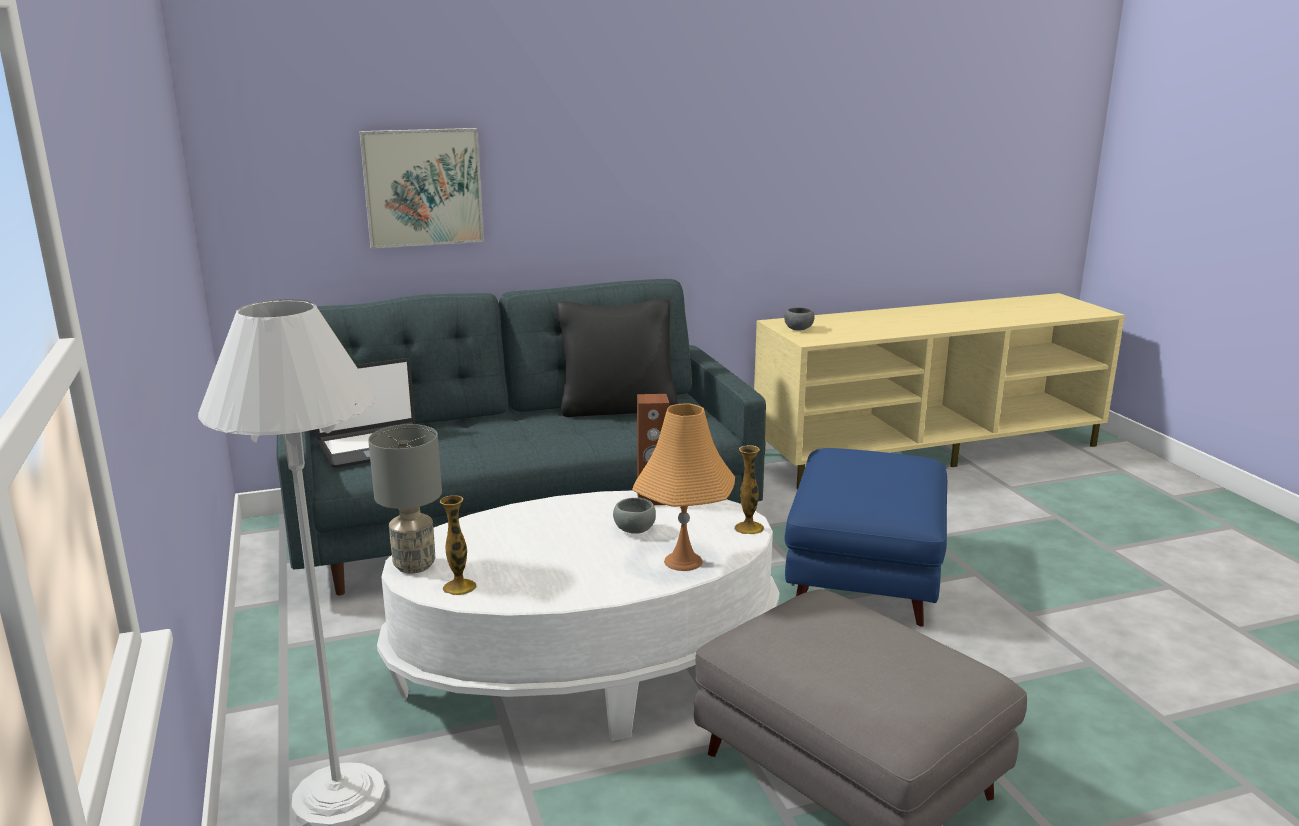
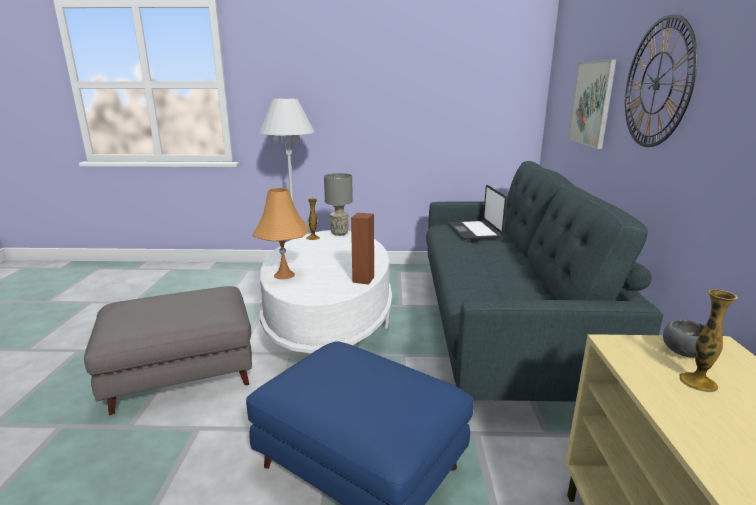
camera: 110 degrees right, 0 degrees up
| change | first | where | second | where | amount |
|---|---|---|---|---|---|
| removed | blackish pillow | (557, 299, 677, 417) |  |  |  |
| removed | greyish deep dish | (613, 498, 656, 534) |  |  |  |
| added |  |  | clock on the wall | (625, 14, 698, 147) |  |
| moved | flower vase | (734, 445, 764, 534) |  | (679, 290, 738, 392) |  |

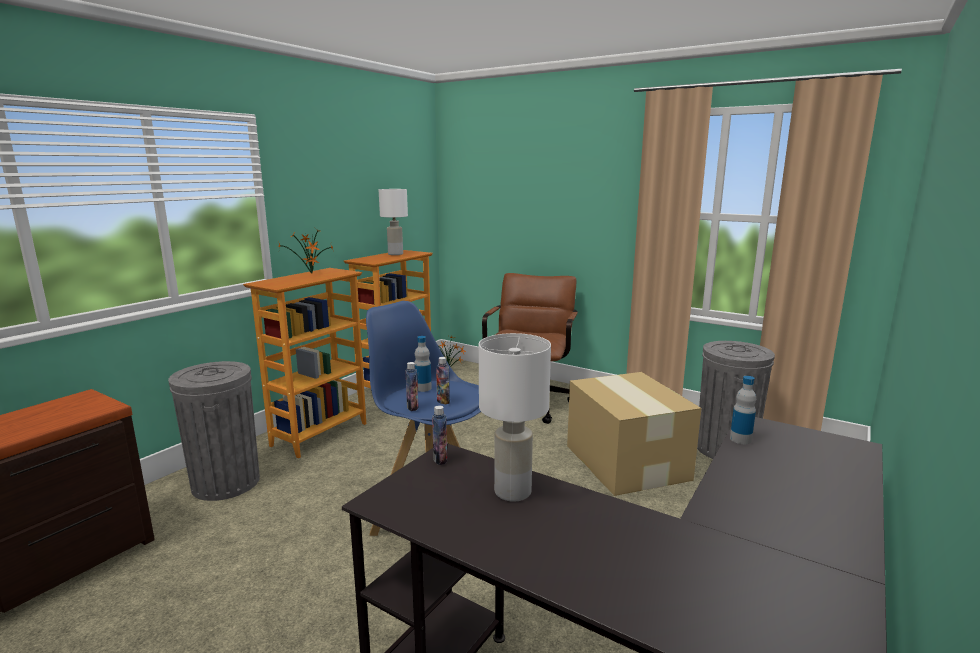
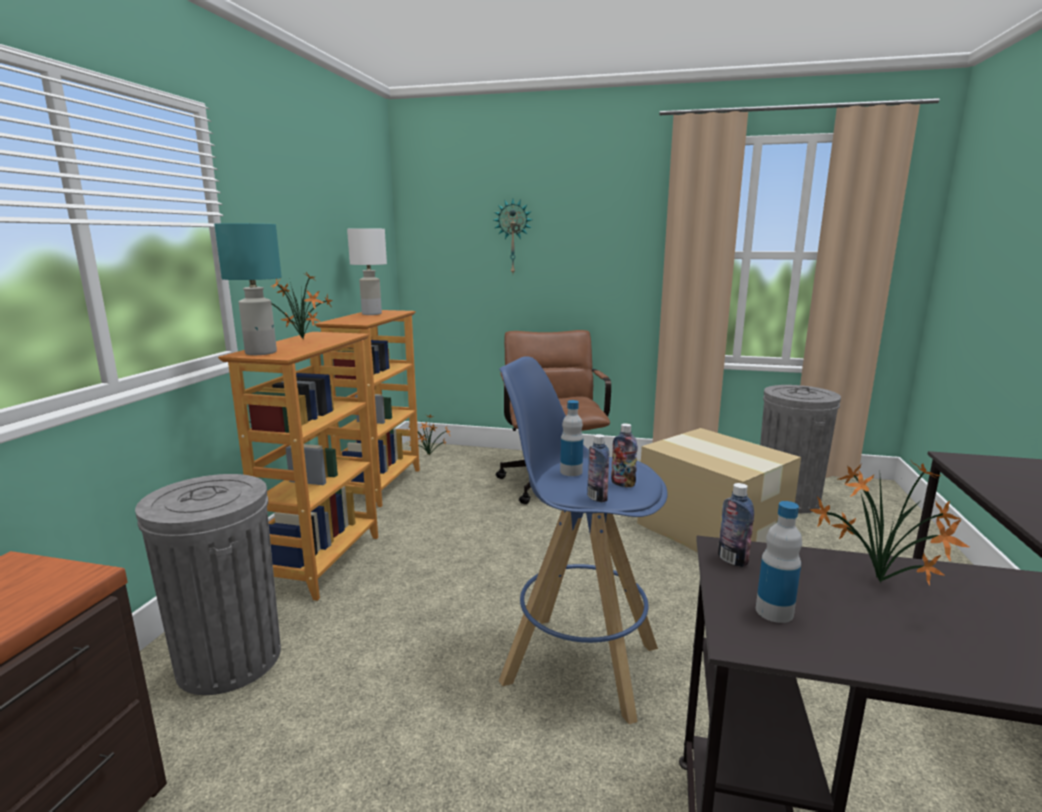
camera: 20 degrees left, 0 degrees up
| change | first | where | second | where | amount |
|---|---|---|---|---|---|
| added |  |  | blue-green table lamp | (214, 223, 282, 355) |  |
| added |  |  | clock on the wall | (494, 199, 533, 273) |  |
| moved | drink bottle | (730, 376, 756, 444) |  | (756, 501, 802, 623) |  |
| replaced | whitish table lamp | (479, 333, 551, 502) | houseplant | (810, 462, 969, 586) |  |

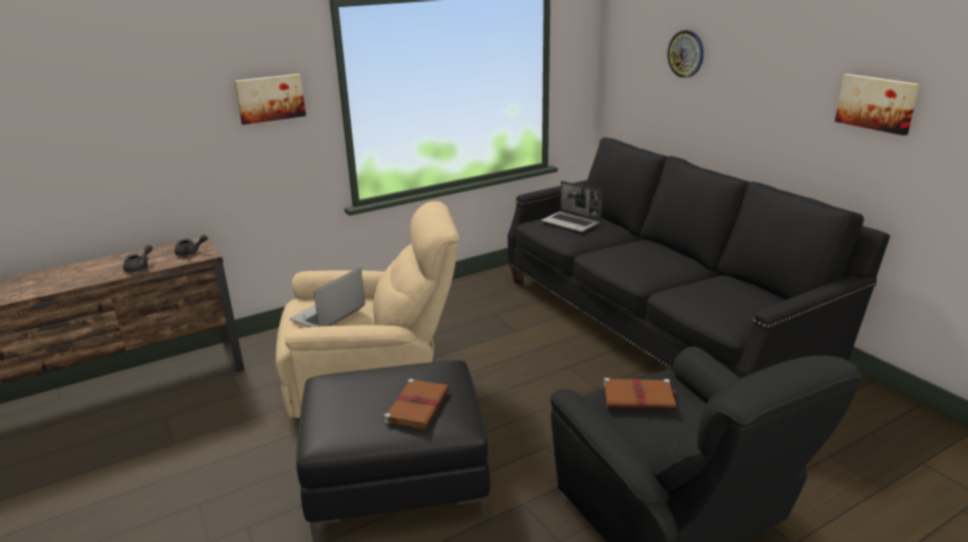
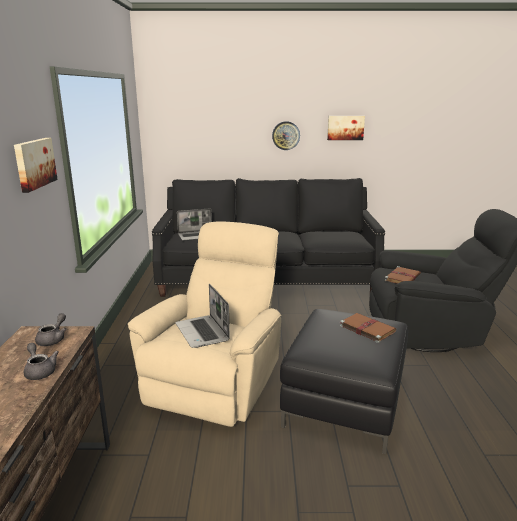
camera: 60 degrees left, 5 degrees down
| change | first | where | second | where | amount |
|---|---|---|---|---|---|
| moved | clock on the wall | (667, 30, 704, 78) |  | (272, 121, 300, 150) |  |

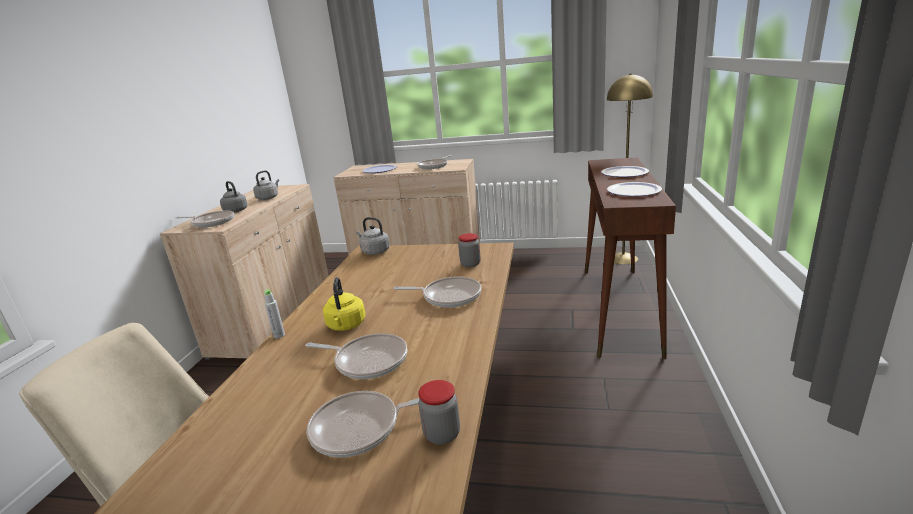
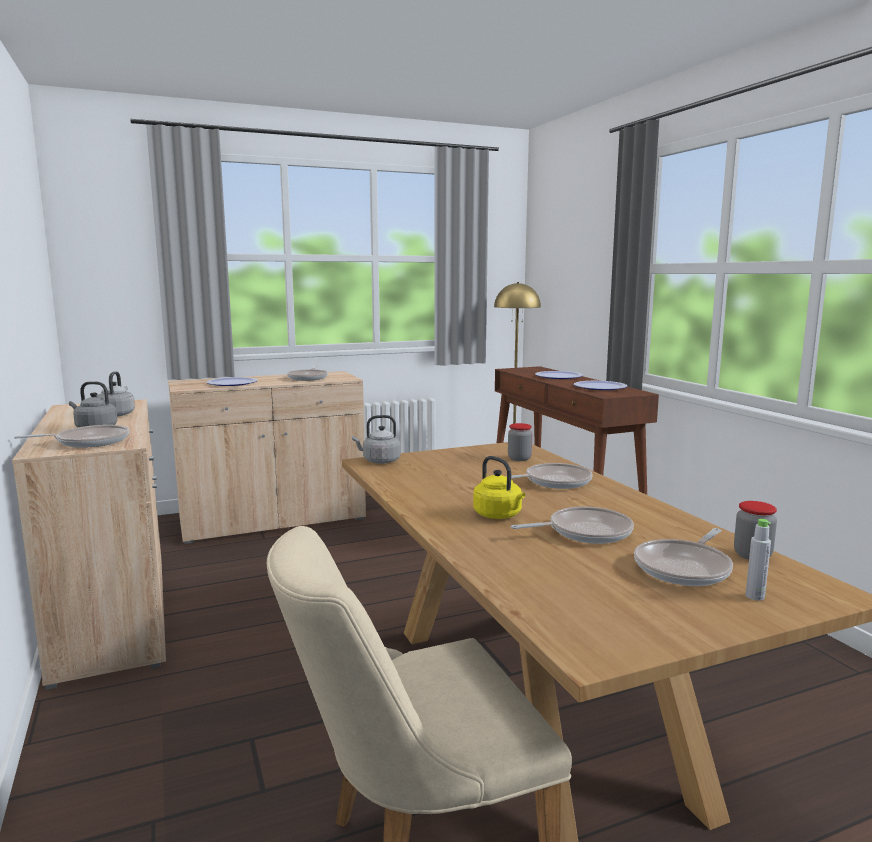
camera: 35 degrees left, 10 degrees down
| change | first | where | second | where | amount |
|---|---|---|---|---|---|
| moved | greyish drink bottle | (264, 289, 285, 338) |  | (746, 519, 771, 600) |  |

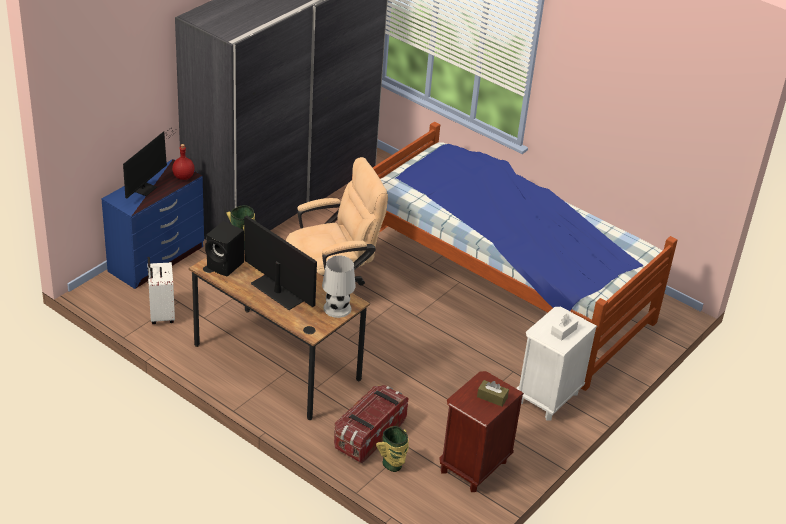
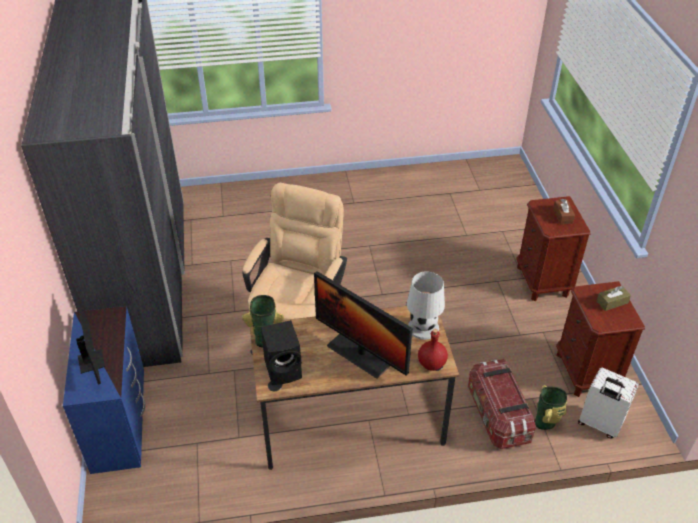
camera: 45 degrees left, 5 degrees up
| change | first | where | second | where | amount |
|---|---|---|---|---|---|
| removed | sleeping bed | (373, 122, 678, 391) |  |  |  |
| moved | whitish piece of luggage | (147, 257, 175, 324) |  | (578, 367, 639, 438) |  |
| moved | reddish drink bottle | (172, 144, 195, 180) |  | (418, 329, 448, 371) |  |
| recoloured | whitish bedside table | (516, 307, 597, 421) | brownish bedside table | (516, 196, 591, 301) |  |
| recoloured | whitish tissue holder | (551, 314, 578, 341) | brownish tissue holder | (553, 199, 575, 225) |  |
| turned | monitor | (244, 216, 317, 310) |  | (314, 271, 412, 379) | 135 degrees counterclockwise |

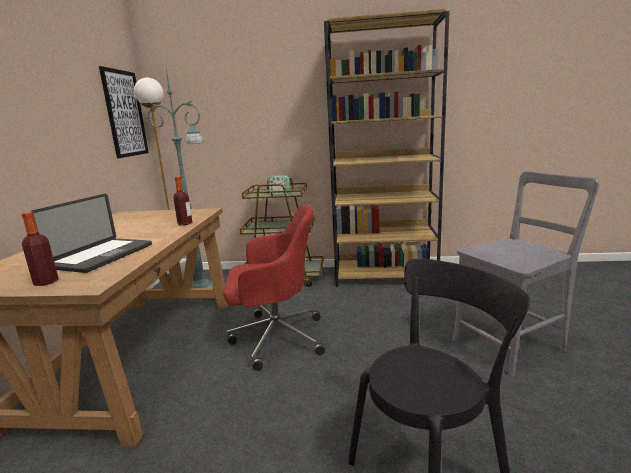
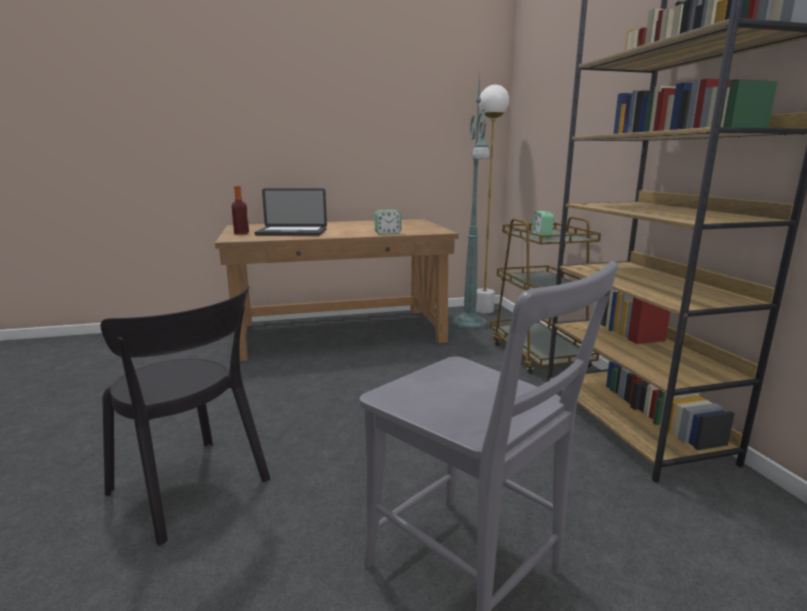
camera: 70 degrees right, 0 degrees up
| change | first | where | second | where | amount |
|---|---|---|---|---|---|
| removed | wall art | (99, 66, 149, 158) |  |  |  |
| removed | reddish computer chair | (224, 205, 325, 371) |  |  |  |
| replaced | drink bottle | (173, 176, 192, 225) | alarm clock | (374, 210, 401, 235) |  |

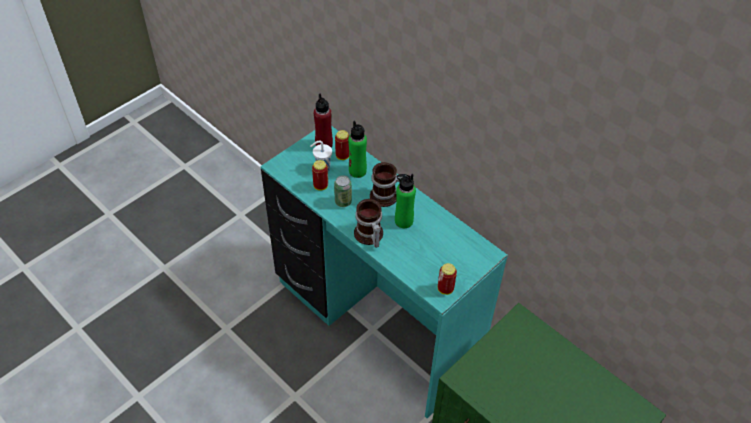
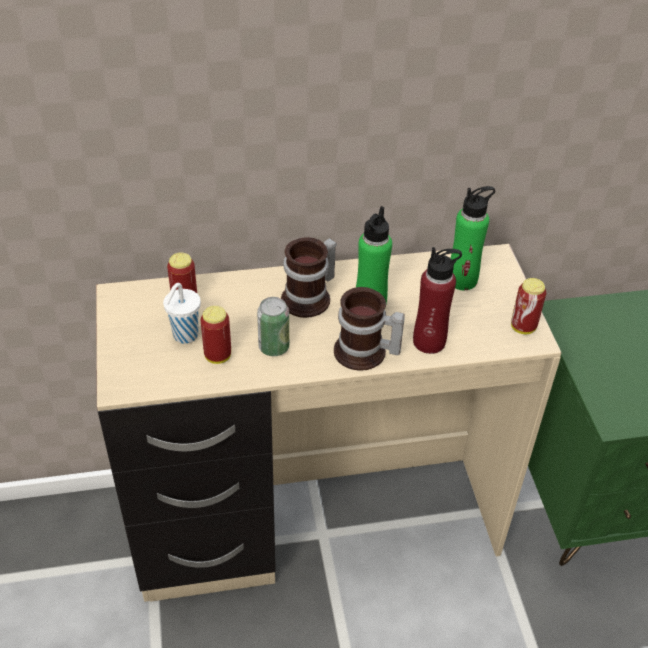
camera: 55 degrees left, 5 degrees down
| change | first | where | second | where | amount |
|---|---|---|---|---|---|
| moved | reddish drink bottle | (314, 94, 333, 148) |  | (413, 247, 462, 354) |  |
| moved | greenish drink bottle | (348, 121, 367, 178) |  | (451, 186, 495, 290) |  |
| recoloured | blue-green desk | (260, 126, 508, 418) | sand-coloured desk | (96, 244, 561, 602) |  |

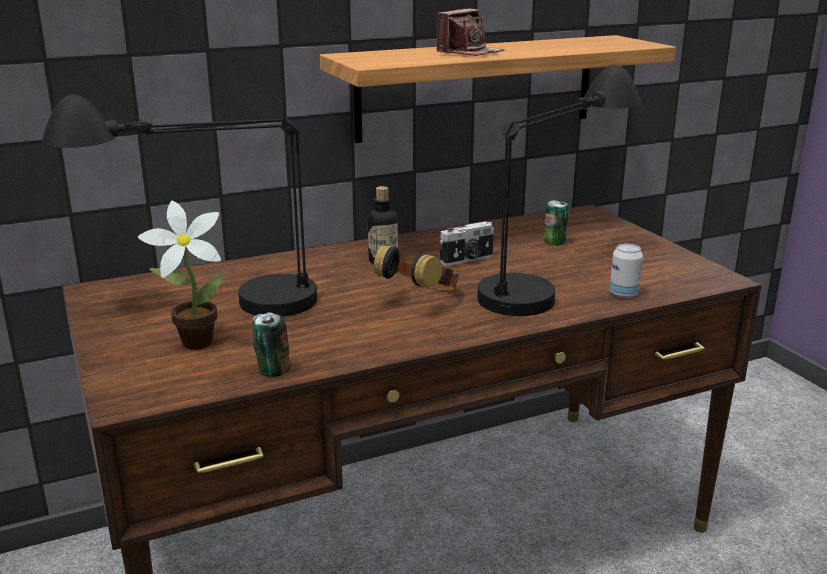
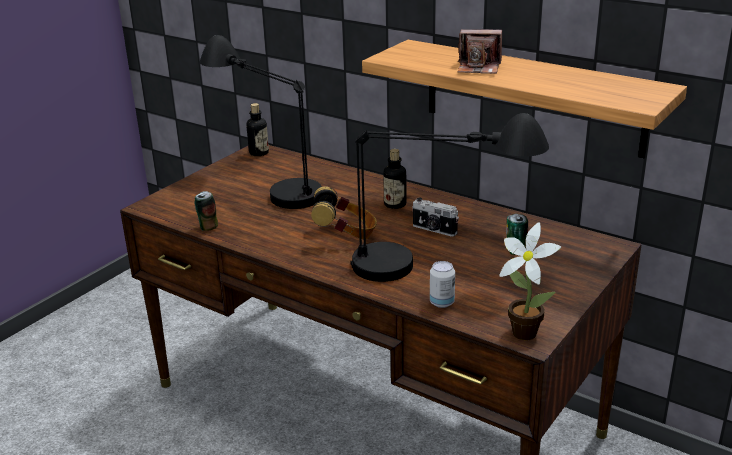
camera: 60 degrees right, 5 degrees up
| change | first | where | second | where | amount |
|---|---|---|---|---|---|
| added |  |  | drink bottle | (246, 103, 269, 156) |  |
| moved | houseplant | (138, 201, 225, 350) |  | (499, 222, 561, 340) |  |

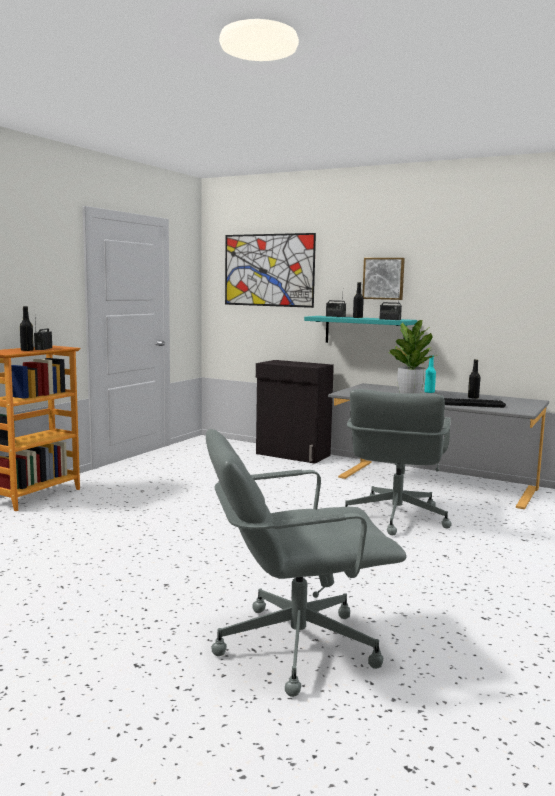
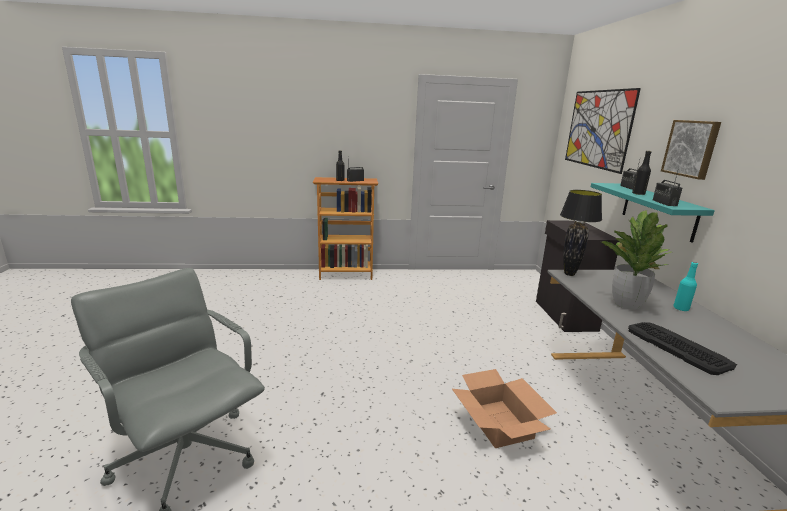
camera: 55 degrees right, 10 degrees up
| change | first | where | second | where | amount |
|---|---|---|---|---|---|
| removed | blackish drink bottle | (468, 359, 480, 399) |  |  |  |
| added |  |  | blackish table lamp | (560, 190, 602, 276) |  |
| replaced | greyish computer chair | (345, 389, 452, 535) | packing box | (452, 369, 557, 448) |  |

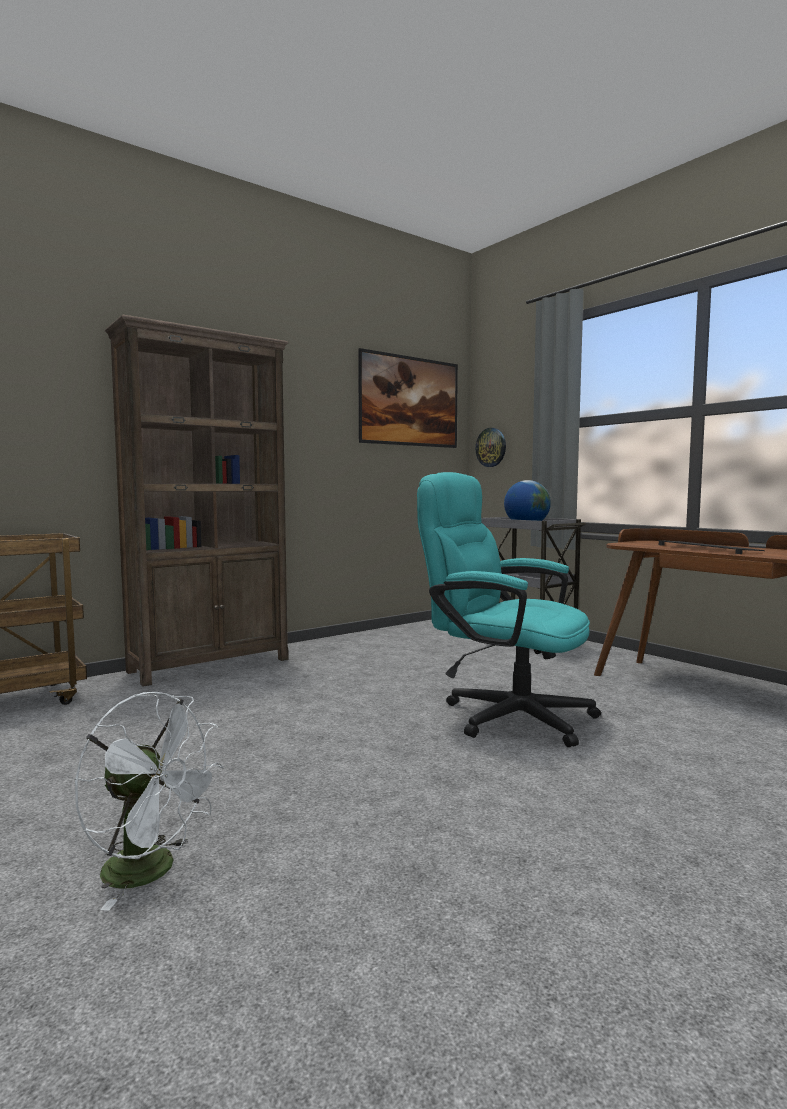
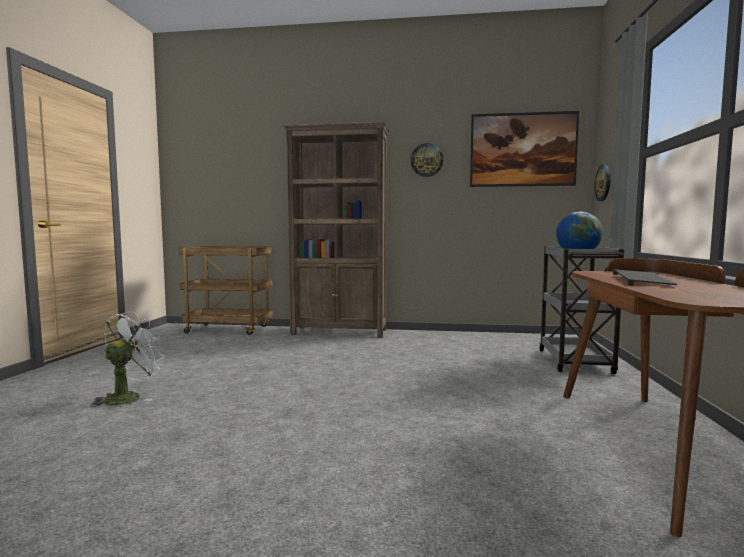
camera: 45 degrees right, 0 degrees up
| change | first | where | second | where | amount |
|---|---|---|---|---|---|
| removed | blue-green computer chair | (417, 472, 601, 747) |  |  |  |
| added |  |  | clock on the wall | (411, 143, 443, 177) |  |
| turned | whitish electric fan | (74, 692, 224, 910) |  | (90, 310, 164, 407) | 135 degrees counterclockwise |

